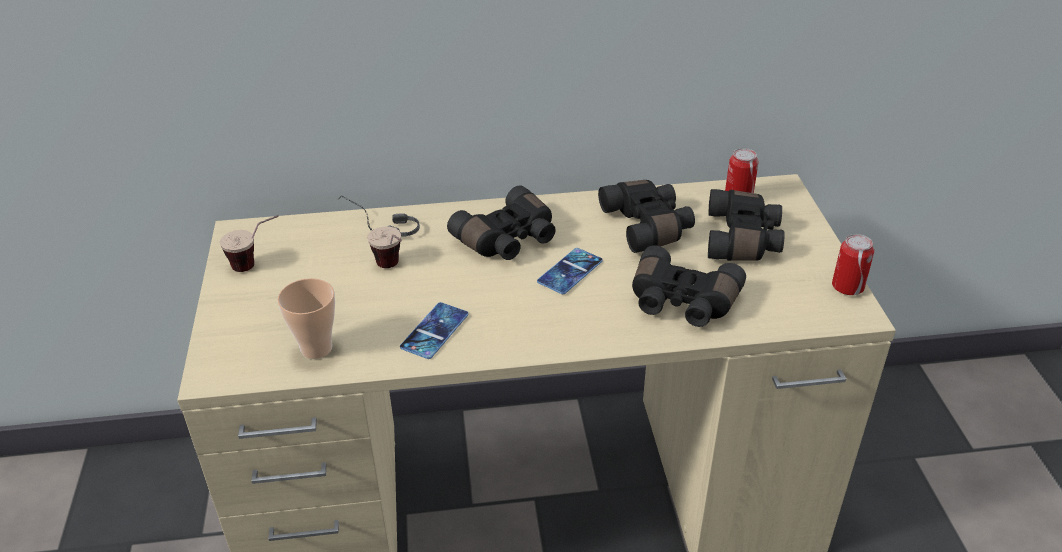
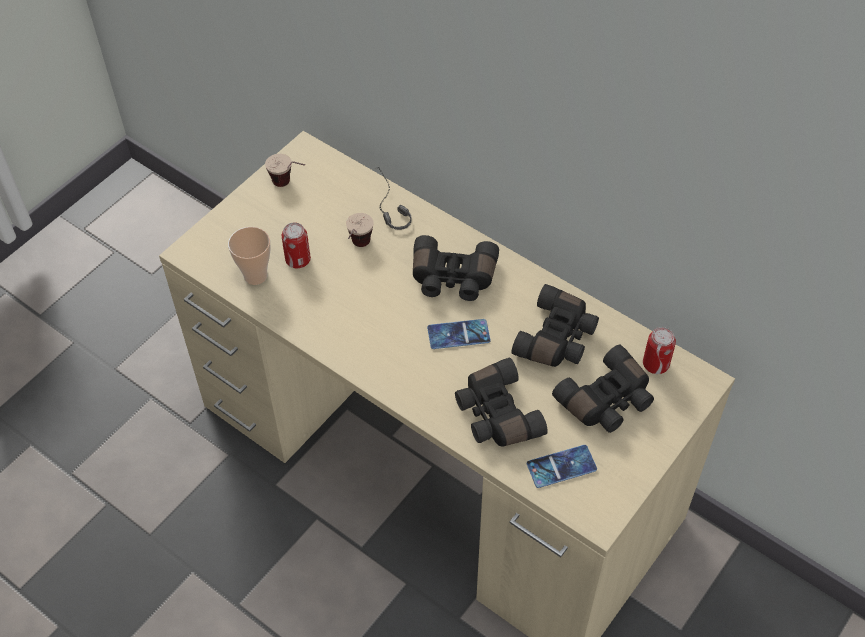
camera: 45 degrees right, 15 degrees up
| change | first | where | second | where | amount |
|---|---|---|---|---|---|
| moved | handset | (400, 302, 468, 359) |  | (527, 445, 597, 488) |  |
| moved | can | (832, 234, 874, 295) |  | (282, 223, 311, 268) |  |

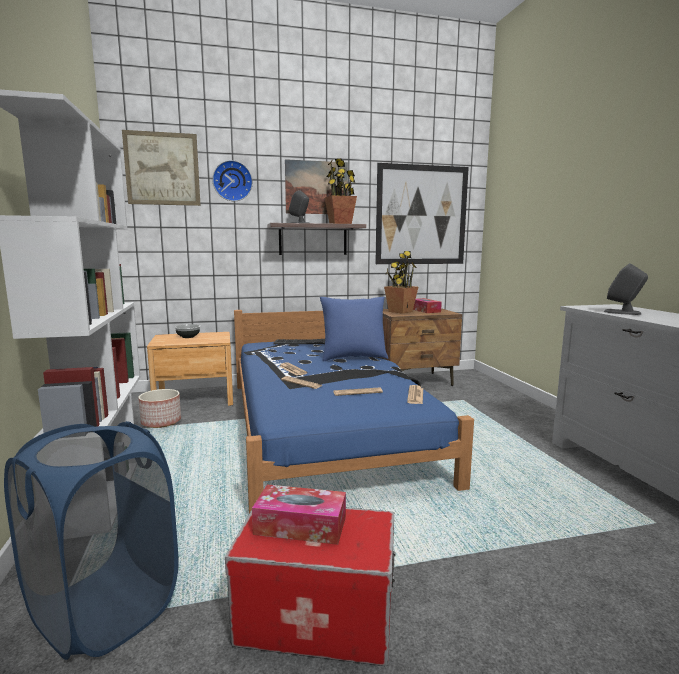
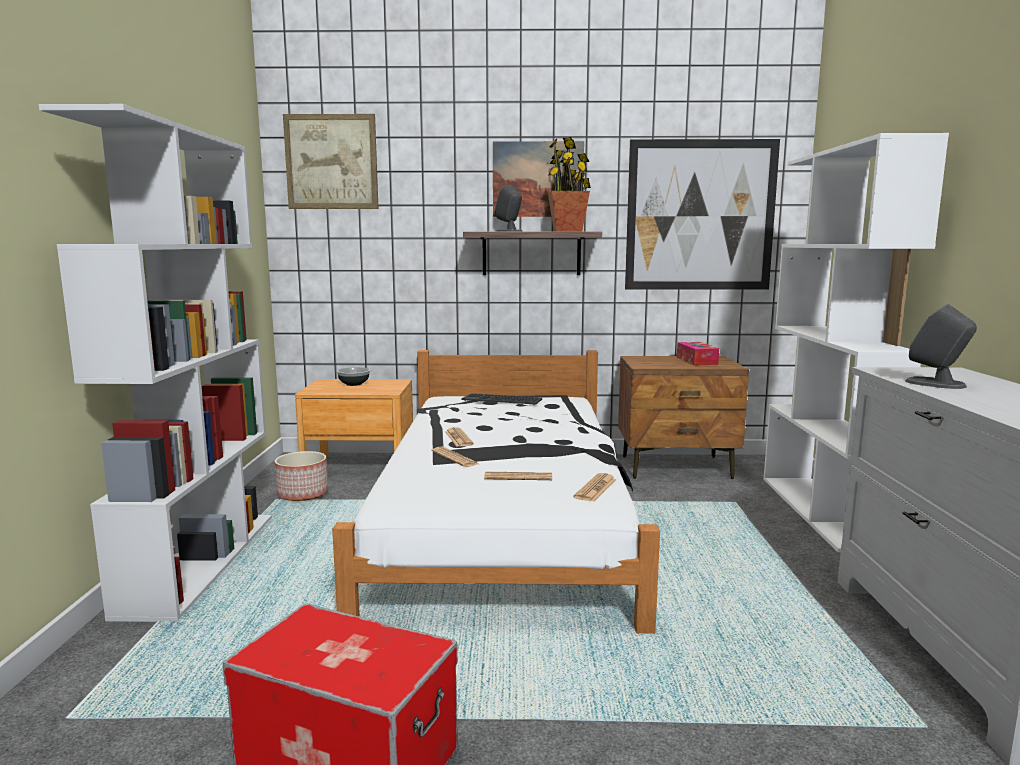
camera: 15 degrees right, 0 degrees up
| change | first | where | second | where | amount |
|---|---|---|---|---|---|
| removed | blue-coloured hamper | (4, 421, 179, 660) |  |  |  |
| removed | clock on the wall | (212, 160, 253, 201) |  |  |  |
| removed | tissue holder | (252, 484, 346, 545) |  |  |  |
| removed | blue-coloured pillow | (320, 297, 388, 361) |  |  |  |
| removed | houseplant | (384, 251, 418, 314) |  |  |  |
| added |  |  | whitish bookshelf | (763, 133, 949, 552) |  |
| recoloured | blue-coloured sleeping bed | (234, 310, 474, 514) | whitish sleeping bed | (332, 350, 660, 634) |  |

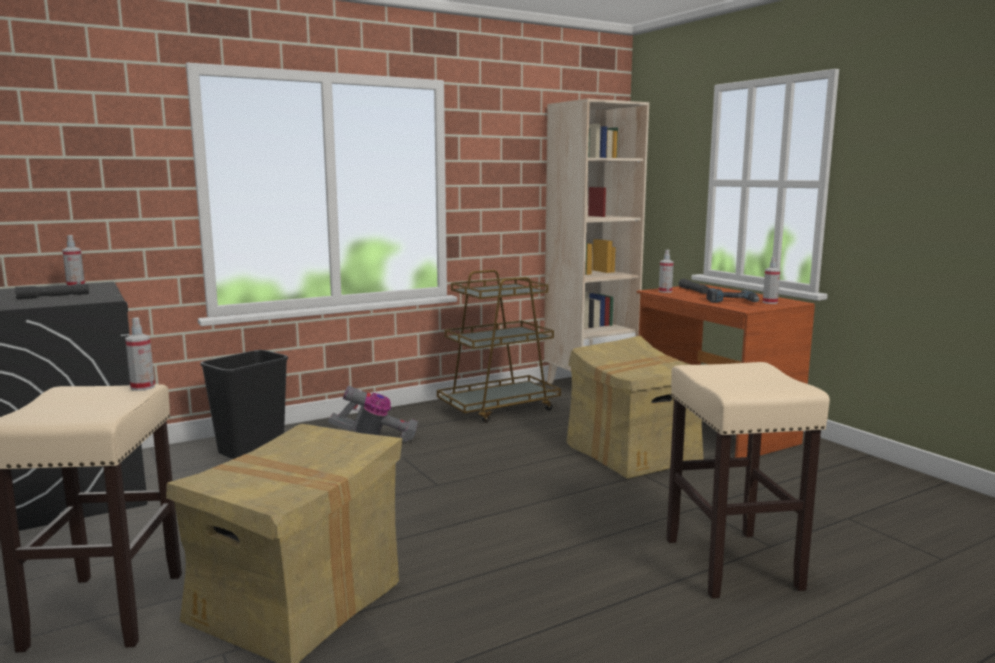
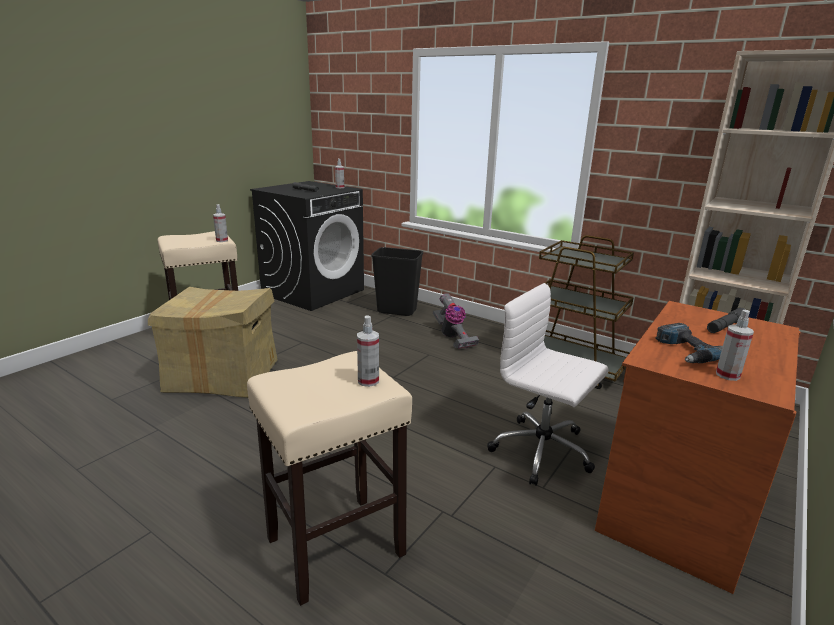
camera: 65 degrees right, 10 degrees up
| change | first | where | second | where | amount |
|---|---|---|---|---|---|
| moved | spray bottle | (659, 250, 674, 293) |  | (357, 315, 379, 387) |  |
| replaced | packing box | (566, 336, 704, 479) | whitish computer chair | (487, 283, 608, 486) |  |

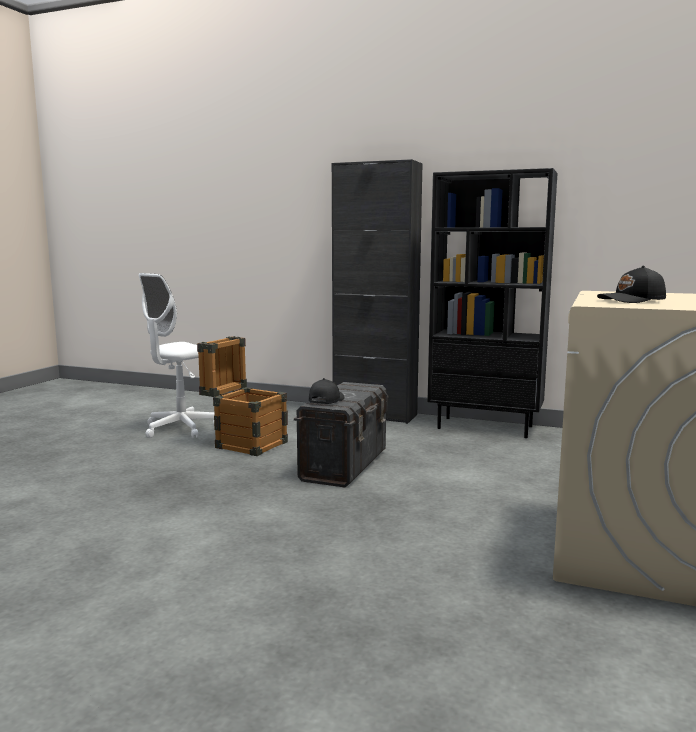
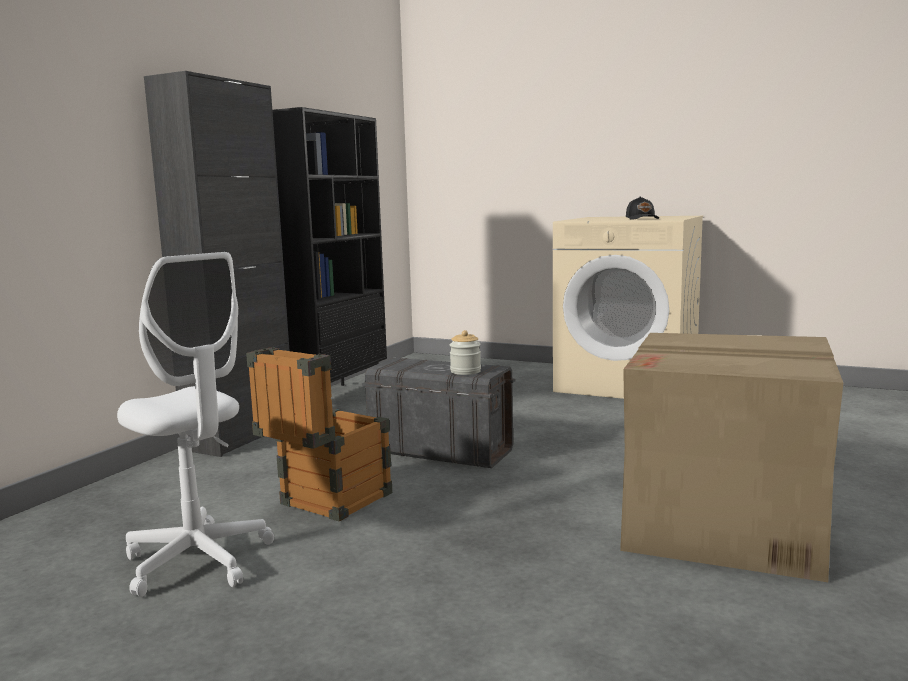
camera: 85 degrees left, 0 degrees up
| change | first | where | second | where | amount |
|---|---|---|---|---|---|
| added |  |  | packing box | (620, 333, 843, 582) |  |
| replaced | blackish baseball cap | (309, 378, 344, 404) | preserve jar | (450, 330, 481, 375) |  |

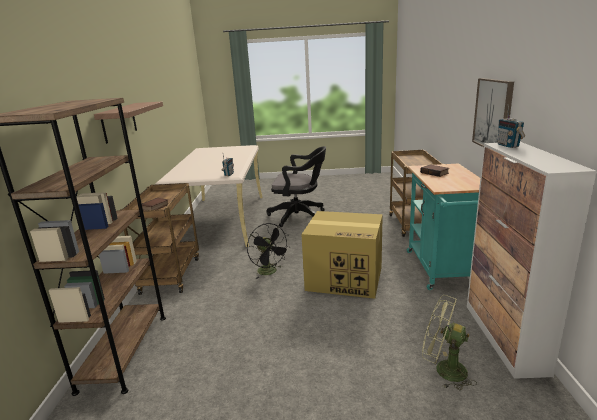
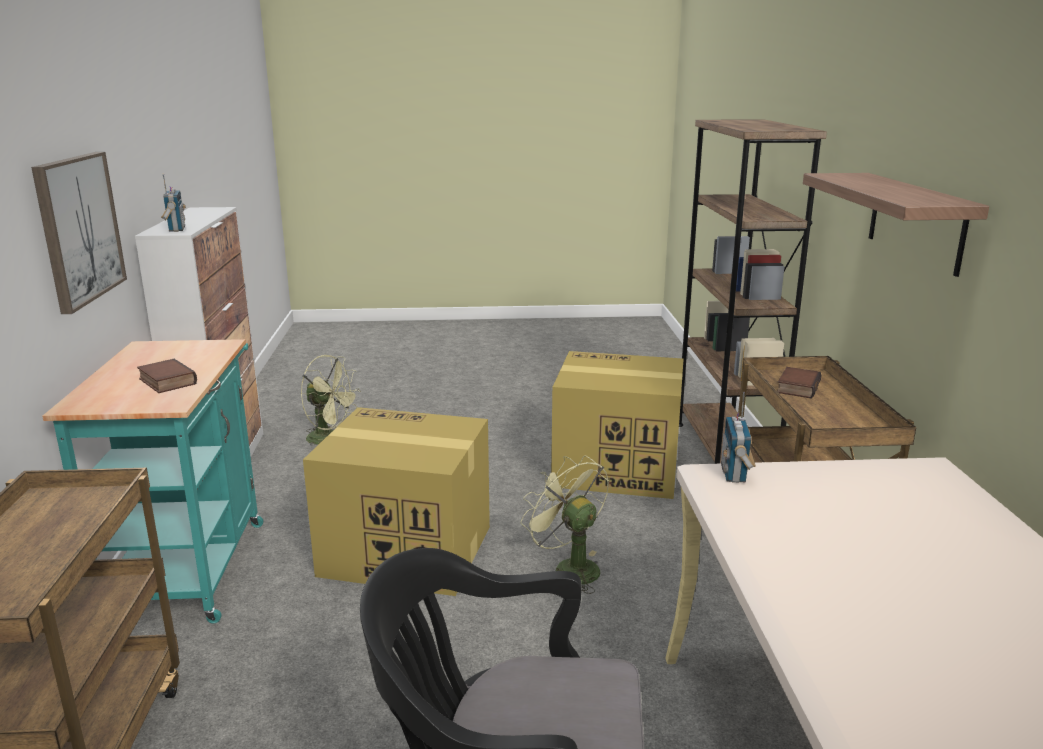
camera: 175 degrees right, 0 degrees up
| change | first | where | second | where | amount |
|---|---|---|---|---|---|
| added |  |  | packing box | (551, 351, 683, 499) |  |
| recoloured | blackish electric fan | (247, 223, 290, 279) | greenish electric fan | (520, 456, 609, 594) |  |

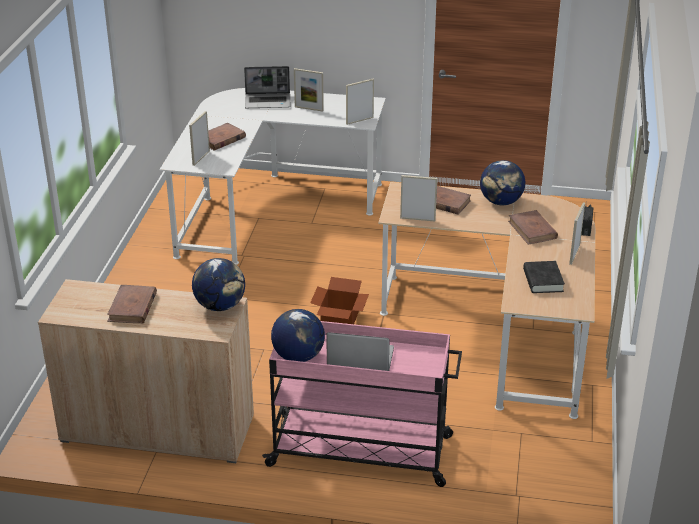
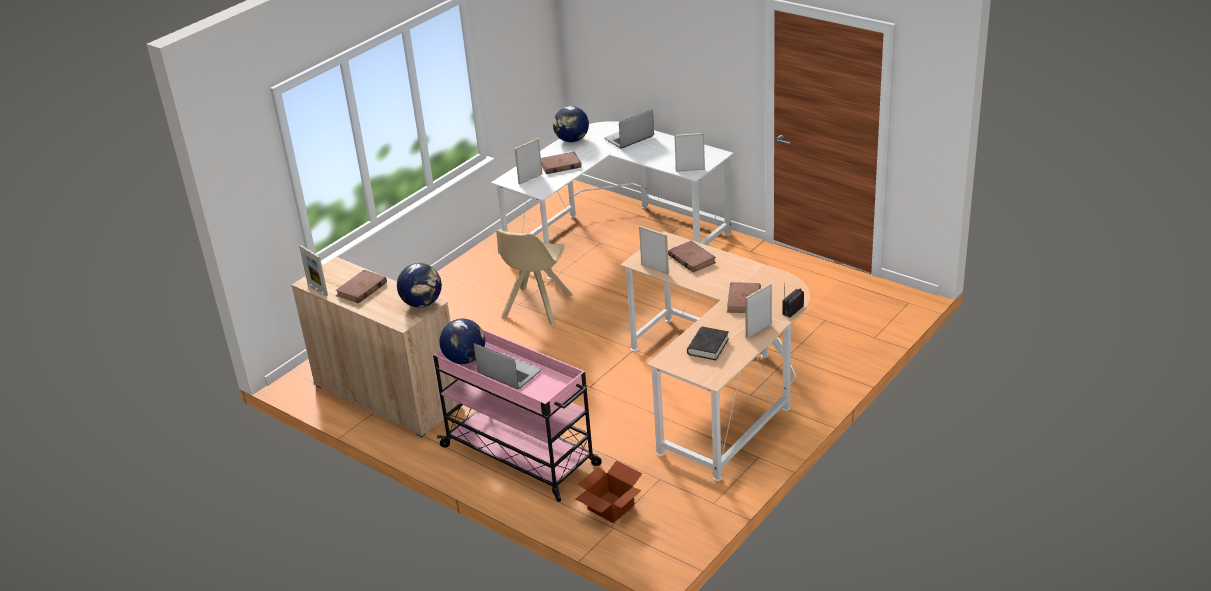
camera: 30 degrees right, 0 degrees up
| change | first | where | second | where | amount |
|---|---|---|---|---|---|
| added |  |  | sand-coloured chair | (496, 230, 573, 325) |  |
| moved | picture frame | (294, 68, 324, 112) |  | (299, 245, 328, 296) |  |
| moved | packing box | (310, 277, 369, 324) |  | (576, 460, 642, 523) |  |
| moved | desk globe | (480, 160, 525, 205) |  | (553, 106, 589, 142) |  |
| turned | notebook computer | (244, 66, 291, 108) |  | (604, 110, 654, 149) | 120 degrees clockwise |

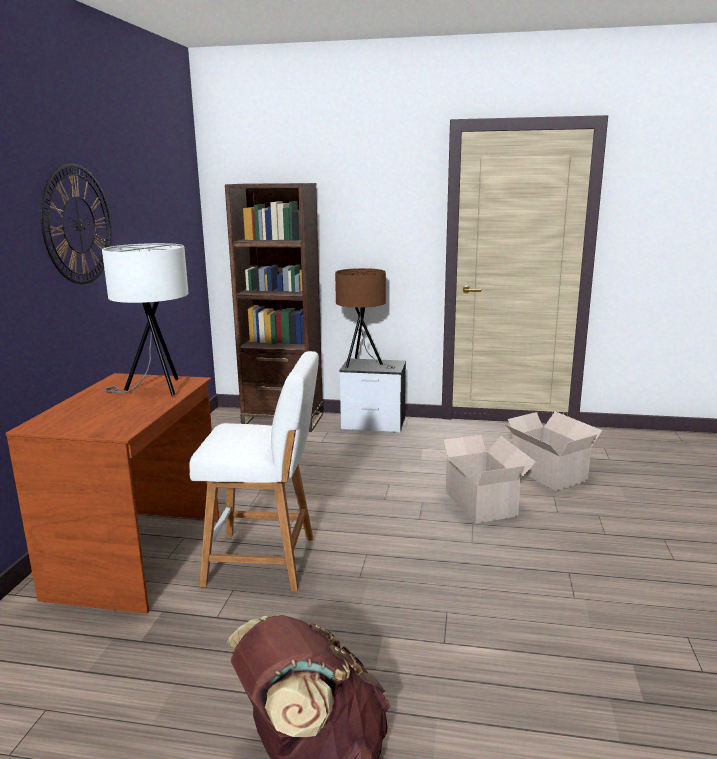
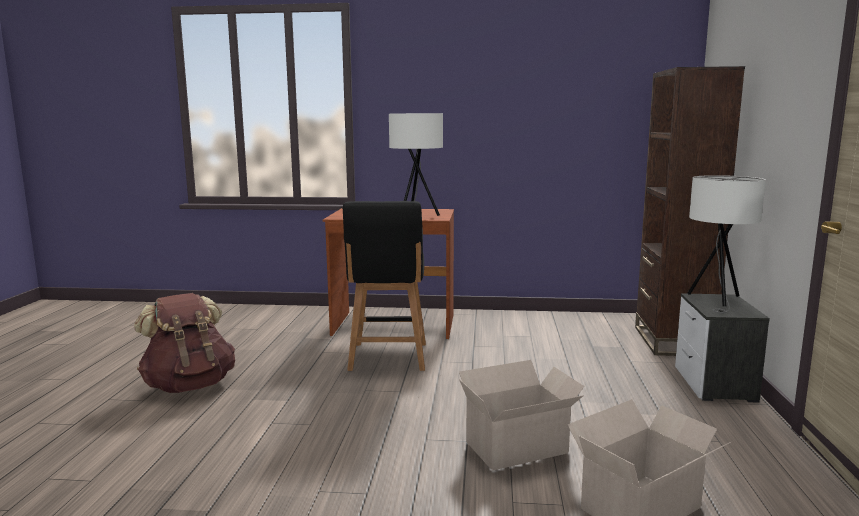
camera: 85 degrees right, 5 degrees down
| change | first | where | second | where | amount |
|---|---|---|---|---|---|
| removed | clock on the wall | (41, 164, 112, 284) |  |  |  |
| recoloured | whitish stool seat | (189, 351, 319, 592) | blackish stool seat | (343, 201, 426, 371) |  |
| recoloured | brownish table lamp | (335, 268, 395, 369) | whitish table lamp | (687, 175, 766, 313) |  |

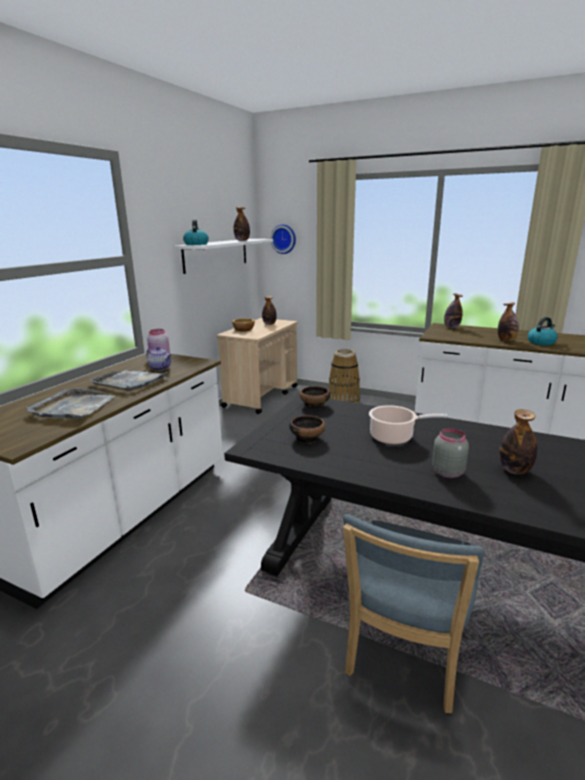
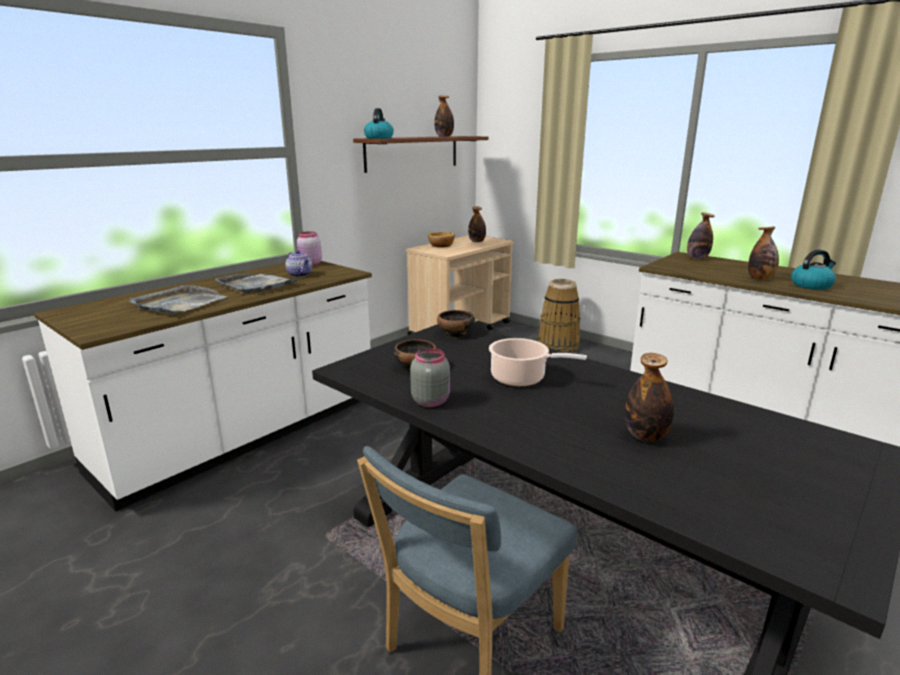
camera: 15 degrees right, 0 degrees up
| change | first | where | second | where | amount |
|---|---|---|---|---|---|
| removed | clock on the wall | (270, 224, 296, 254) |  |  |  |
| moved | greyish preserve jar | (432, 429, 469, 478) |  | (410, 348, 450, 407) |  |
| recoloured | whitish shelf | (174, 239, 273, 274) | brownish shelf | (353, 136, 489, 173) |  |

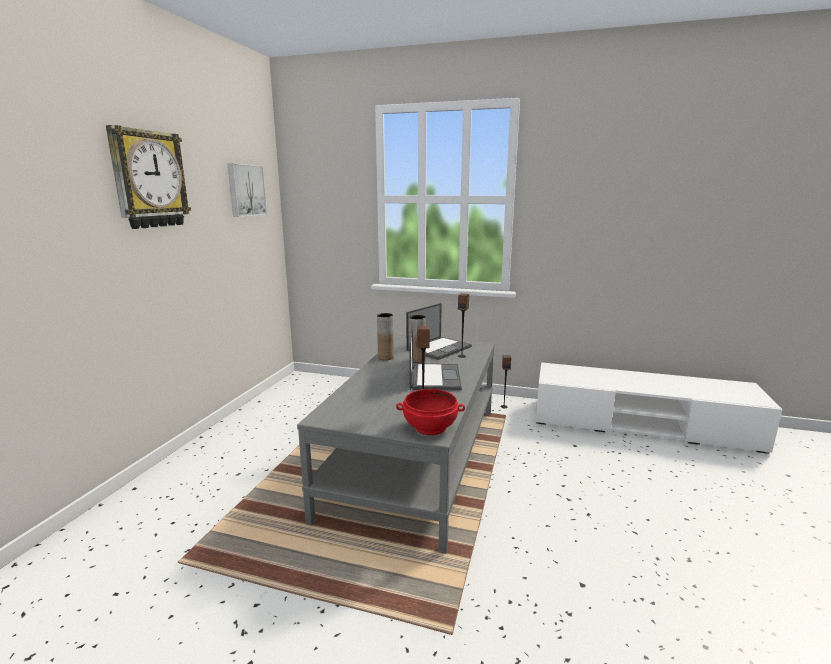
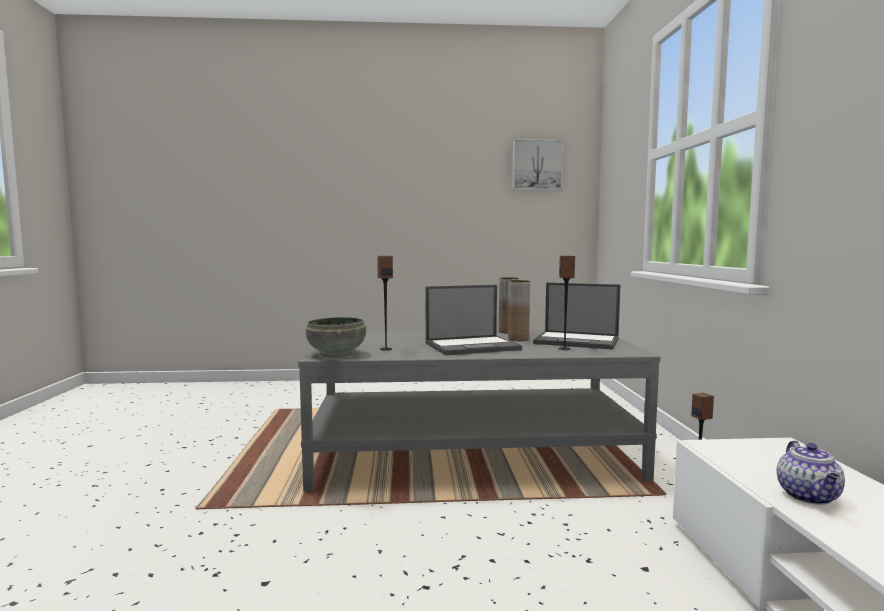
camera: 70 degrees right, 10 degrees down
| change | first | where | second | where | amount |
|---|---|---|---|---|---|
| removed | clock on the wall | (106, 125, 191, 229) |  |  |  |
| added |  |  | tea pot | (777, 441, 845, 505) |  |
| recoloured | reddish deep dish | (396, 389, 465, 435) | greyish deep dish | (306, 317, 366, 358) |  |

